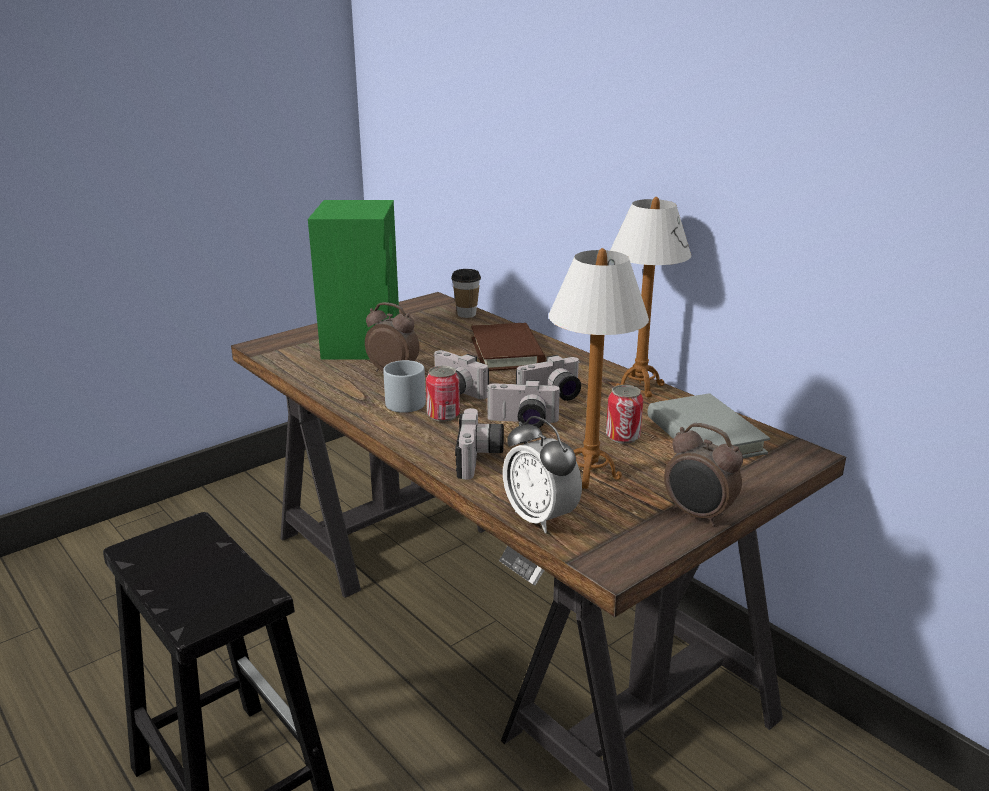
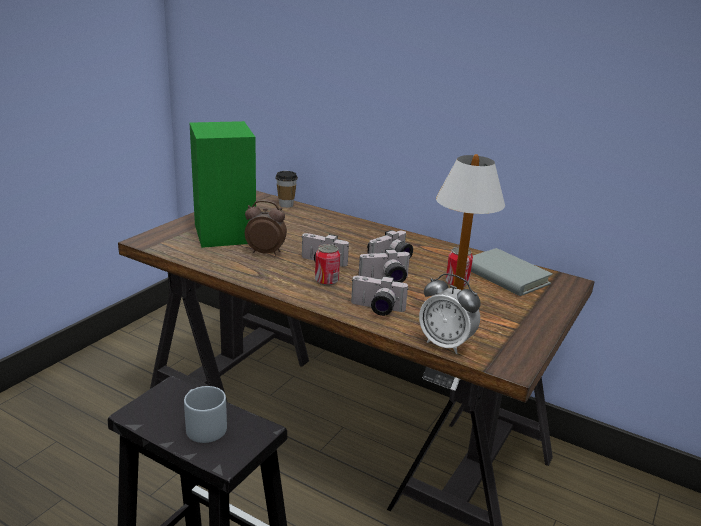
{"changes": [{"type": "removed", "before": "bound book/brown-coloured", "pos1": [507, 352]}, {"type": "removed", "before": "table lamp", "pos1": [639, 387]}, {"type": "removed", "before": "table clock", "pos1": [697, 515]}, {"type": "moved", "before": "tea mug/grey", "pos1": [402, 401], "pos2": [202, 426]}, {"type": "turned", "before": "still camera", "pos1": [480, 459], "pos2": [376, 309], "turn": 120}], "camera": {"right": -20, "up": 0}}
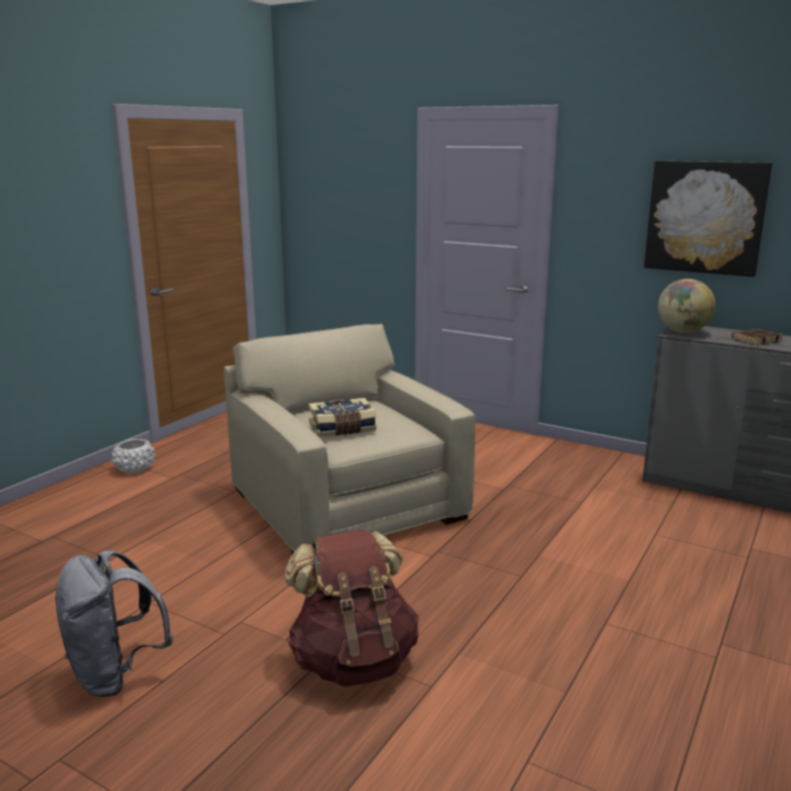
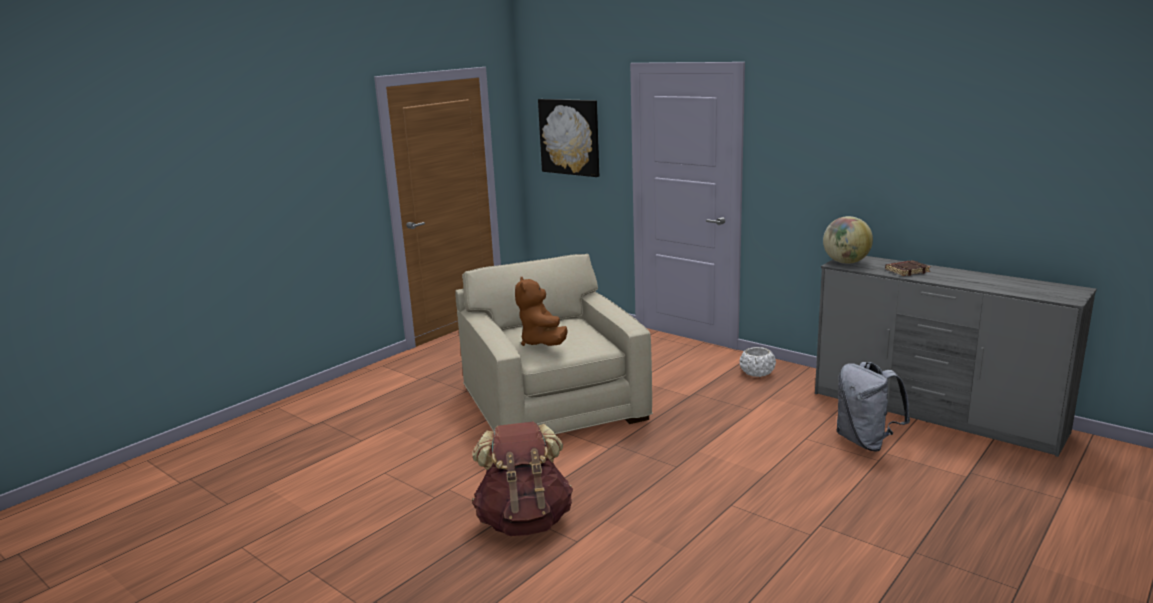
{"changes": [{"type": "moved", "before": "rucksack/grey", "pos1": [115, 674], "pos2": [866, 442]}, {"type": "moved", "before": "plant pot/white-coloured", "pos1": [135, 469], "pos2": [757, 373]}, {"type": "moved", "before": "picture", "pos1": [705, 217], "pos2": [570, 137]}, {"type": "replaced", "before": "bound book", "after": "plush toy/brown-coloured", "pos1": [343, 429], "pos2": [542, 343]}], "camera": {"right": 10, "up": 0}}
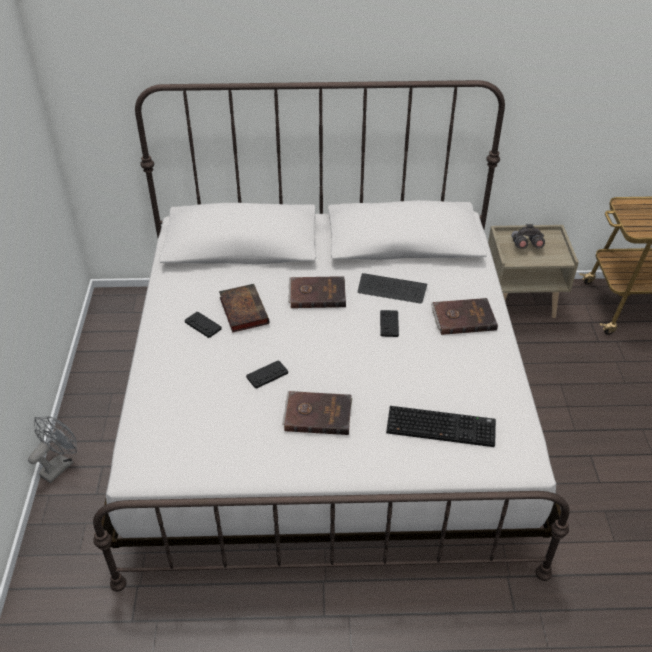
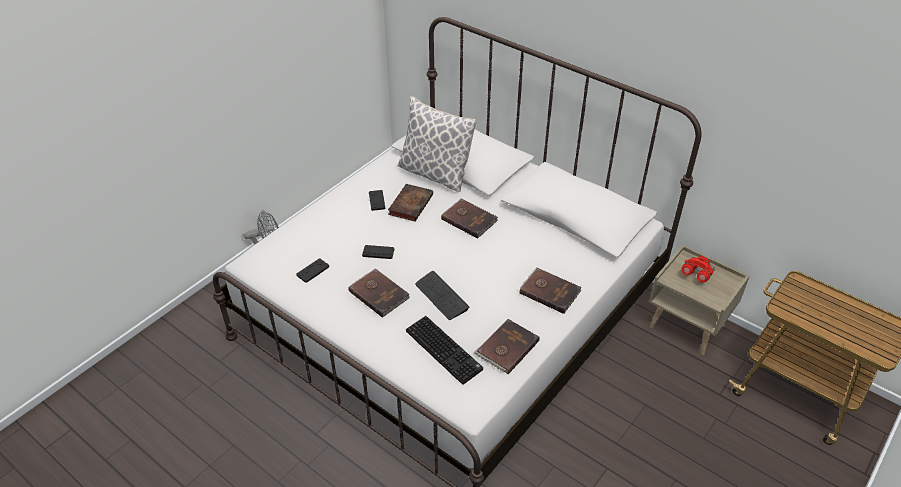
{"changes": [{"type": "added", "after": "cushion", "pos2": [435, 173]}, {"type": "added", "after": "bound book/brown-coloured", "pos2": [506, 348]}, {"type": "moved", "before": "keyboard", "pos1": [392, 289], "pos2": [441, 296]}, {"type": "moved", "before": "joypad/black", "pos1": [389, 324], "pos2": [313, 271]}, {"type": "recoloured", "before": "pair of binoculars/grey", "after": "pair of binoculars/red-coloured", "pos1": [525, 245], "pos2": [696, 275]}], "camera": {"right": 40, "up": 0}}
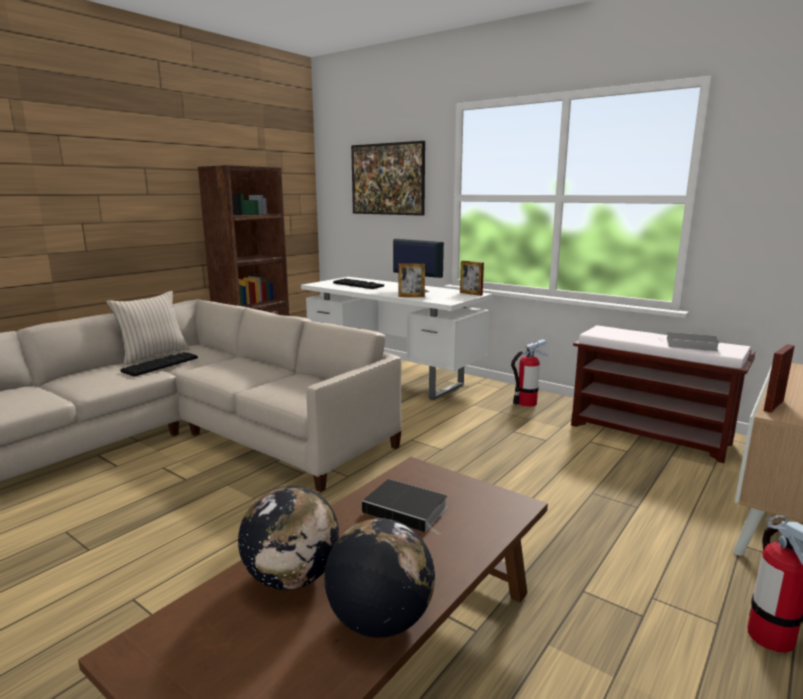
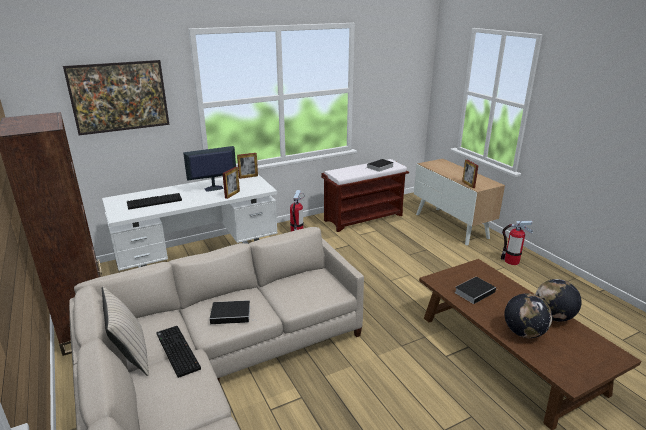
{"changes": [{"type": "added", "after": "bound book", "pos2": [232, 314]}], "camera": {"right": -65, "up": 10}}
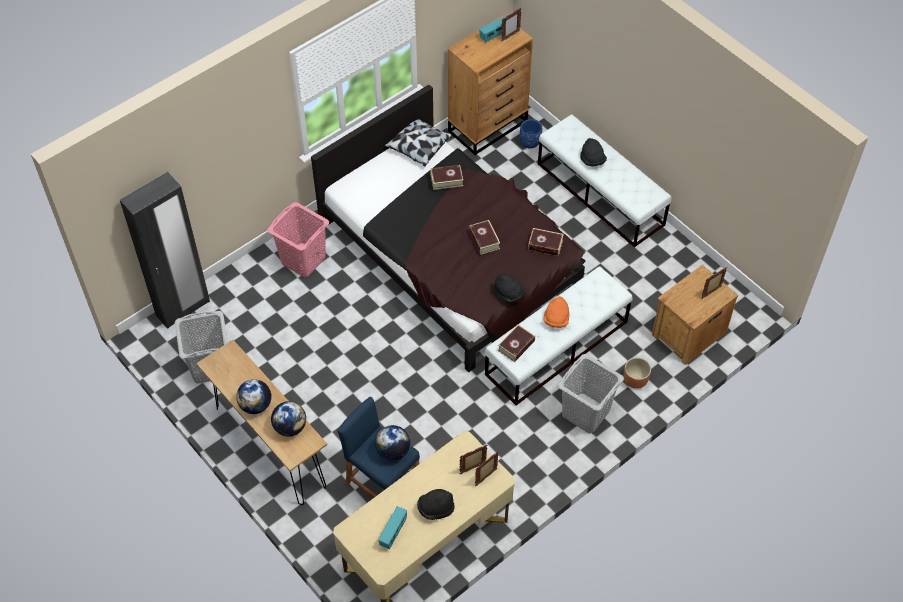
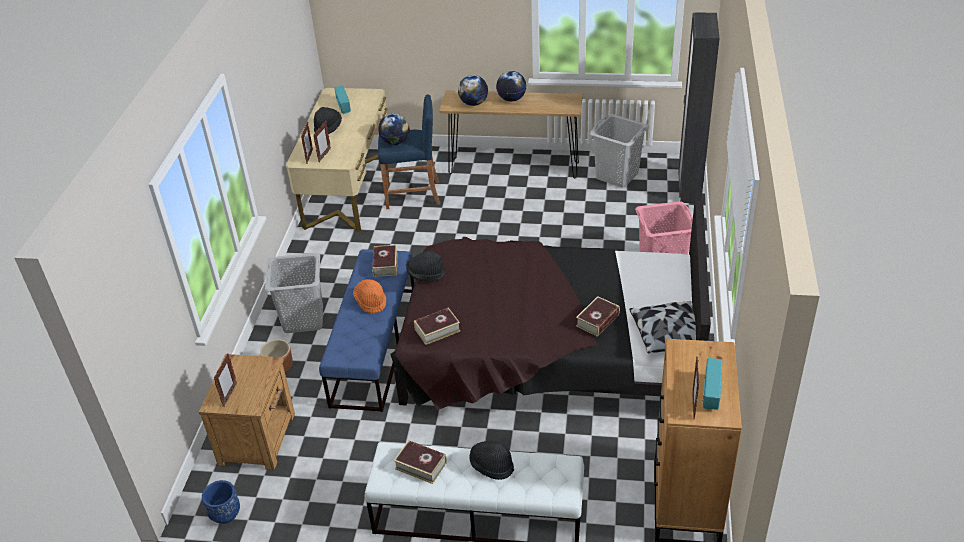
{"changes": [{"type": "moved", "before": "bound book", "pos1": [484, 240], "pos2": [421, 465]}, {"type": "moved", "before": "plant pot/blue", "pos1": [530, 142], "pos2": [225, 514]}, {"type": "recoloured", "before": "indoor bench/white-coloured", "after": "indoor bench/blue", "pos1": [557, 348], "pos2": [374, 346]}], "camera": {"right": 140, "up": -15}}
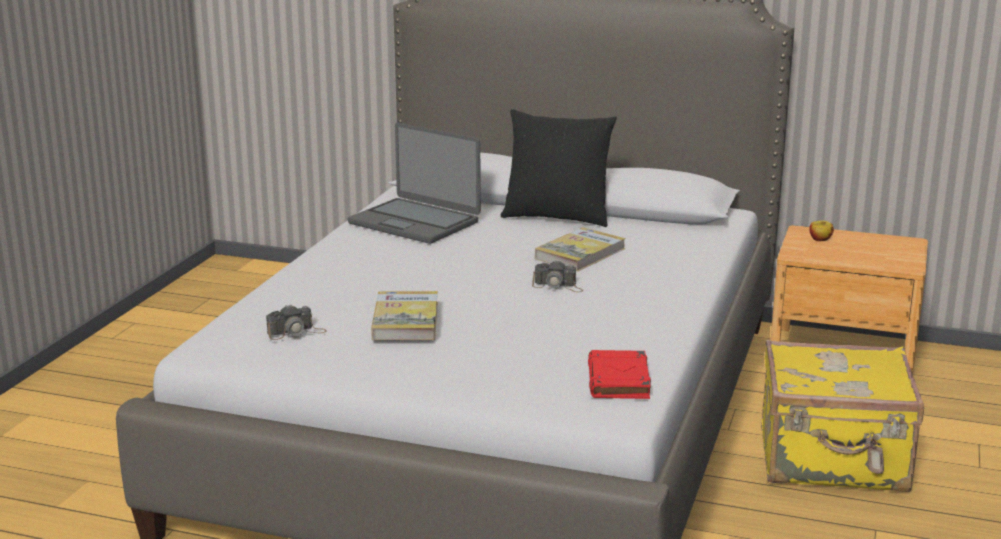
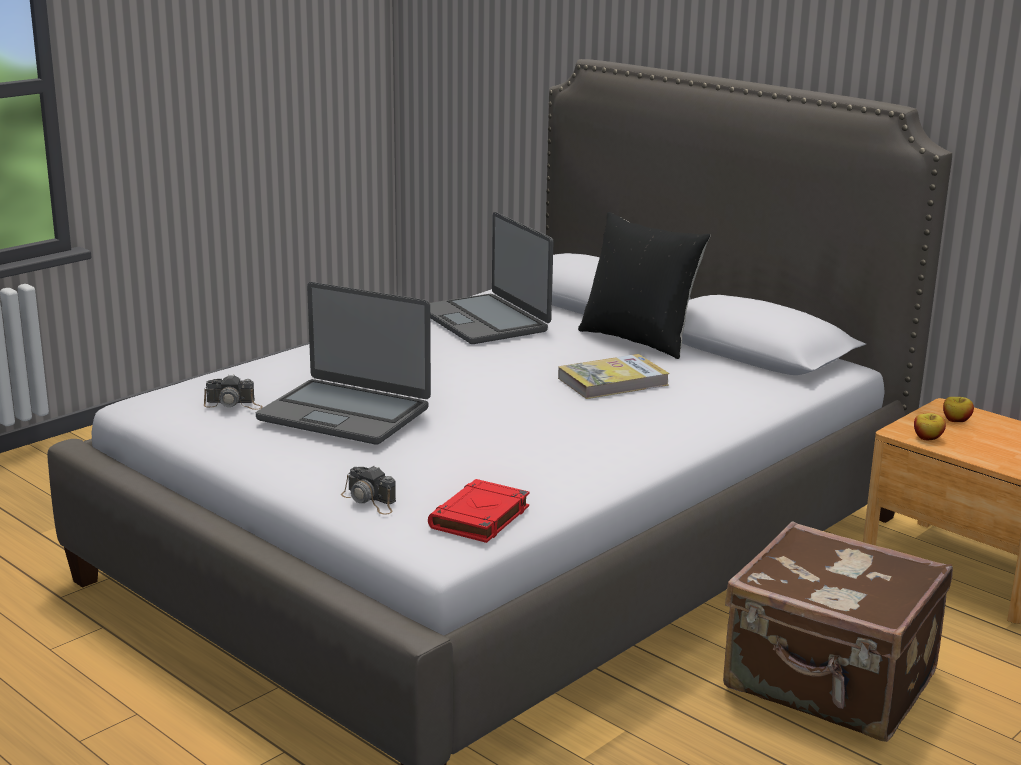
{"changes": [{"type": "added", "after": "apple", "pos2": [927, 438]}, {"type": "moved", "before": "still camera", "pos1": [558, 286], "pos2": [370, 500]}, {"type": "replaced", "before": "bound book", "after": "portable computer", "pos1": [405, 320], "pos2": [345, 413]}, {"type": "recoloured", "before": "suitcase/yellowish", "after": "suitcase/brown-coloured", "pos1": [833, 461], "pos2": [830, 684]}], "camera": {"right": 25, "up": 0}}
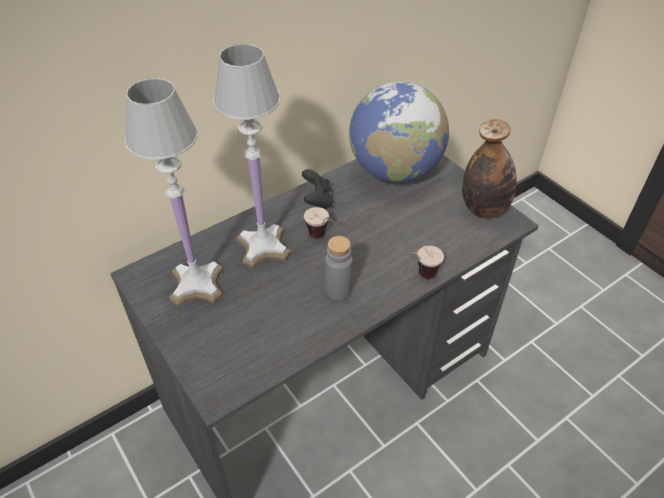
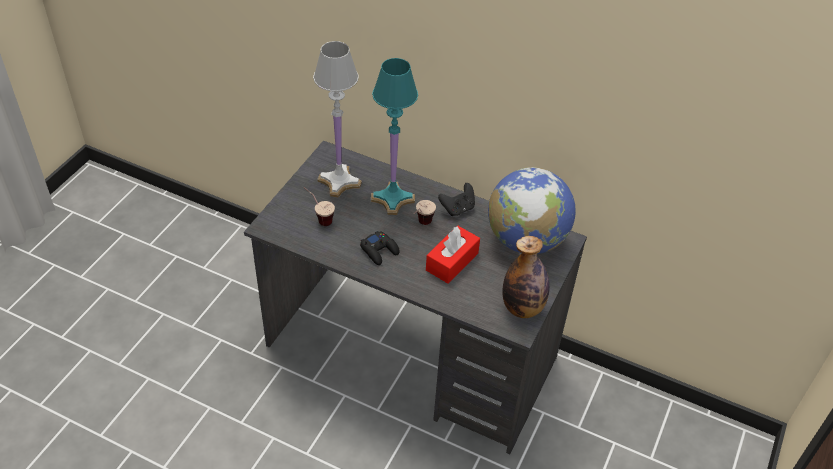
{"changes": [{"type": "added", "after": "tissue box/red-coloured", "pos2": [452, 261]}, {"type": "moved", "before": "small cup", "pos1": [418, 276], "pos2": [319, 218]}, {"type": "replaced", "before": "beverage bottle/grey", "after": "joypad/black", "pos1": [338, 290], "pos2": [379, 251]}, {"type": "recoloured", "before": "table lamp/white-coloured", "after": "table lamp/turquoise", "pos1": [264, 246], "pos2": [393, 199]}], "camera": {"right": 60, "up": 0}}
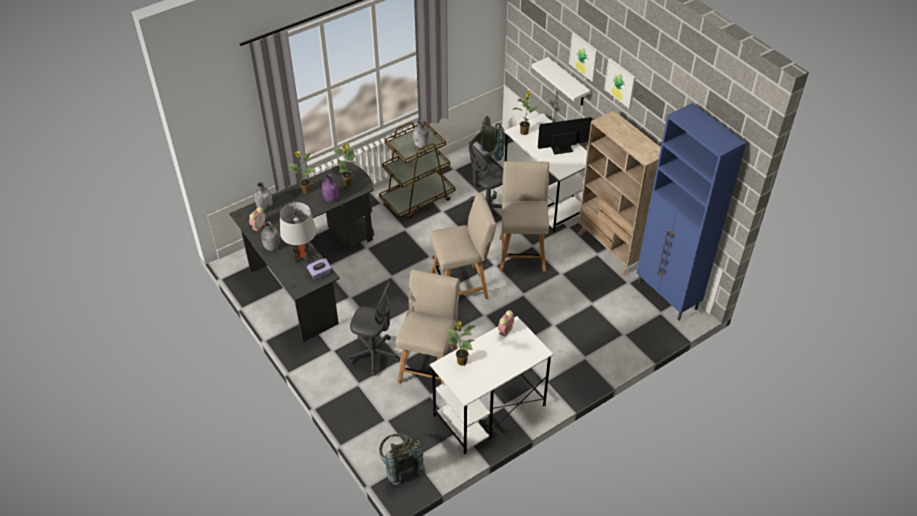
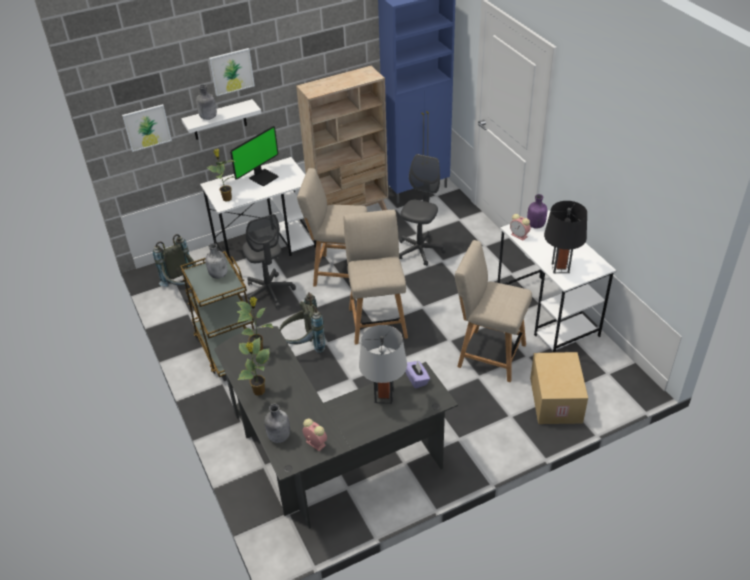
{"changes": [{"type": "added", "after": "cardboard box", "pos2": [554, 400]}, {"type": "moved", "before": "beverage bottle/grey", "pos1": [272, 247], "pos2": [208, 118]}, {"type": "moved", "before": "beverage bottle/purple", "pos1": [331, 198], "pos2": [535, 225]}, {"type": "moved", "before": "desk chair/grey", "pos1": [374, 355], "pos2": [420, 251]}, {"type": "moved", "before": "rucksack/grey", "pos1": [400, 465], "pos2": [303, 345]}, {"type": "moved", "before": "picture", "pos1": [620, 82], "pos2": [147, 127]}, {"type": "replaced", "before": "plant in a pot", "after": "table lamp/black", "pos1": [461, 361], "pos2": [560, 268]}, {"type": "turned", "before": "computer display", "pos1": [560, 148], "pos2": [263, 177], "turn": -135}], "camera": {"right": -80, "up": -5}}
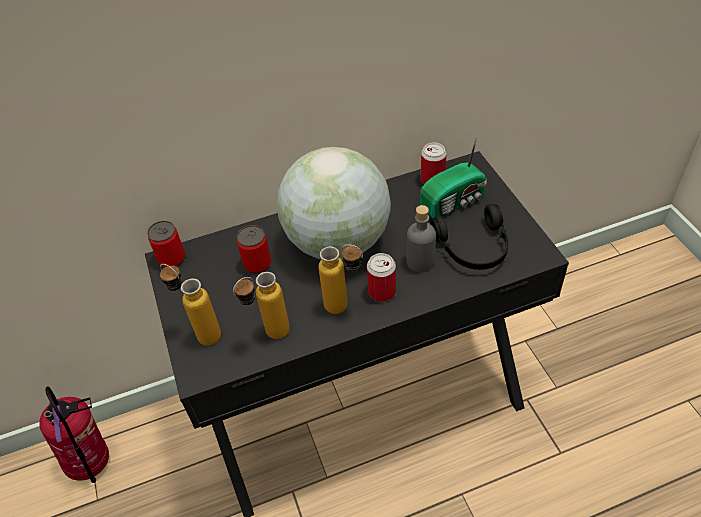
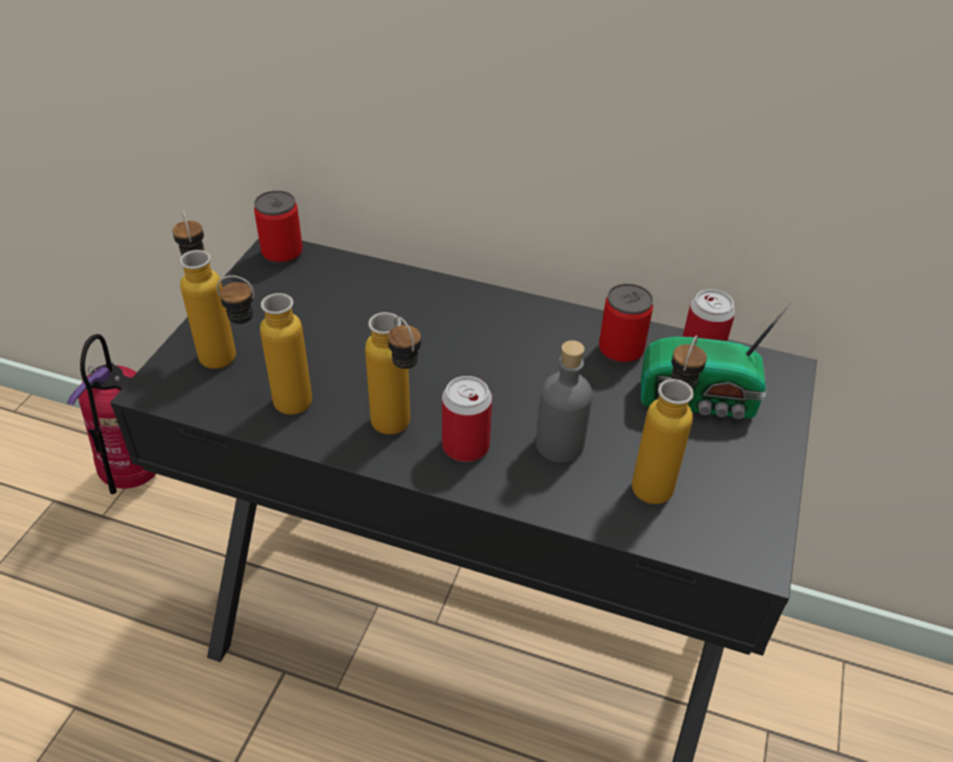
{"changes": [{"type": "removed", "before": "world globe", "pos1": [337, 242]}, {"type": "moved", "before": "sealed can", "pos1": [257, 264], "pos2": [620, 350]}, {"type": "replaced", "before": "headphones/black", "after": "beverage bottle", "pos1": [473, 248], "pos2": [657, 477]}], "camera": {"right": 35, "up": -5}}
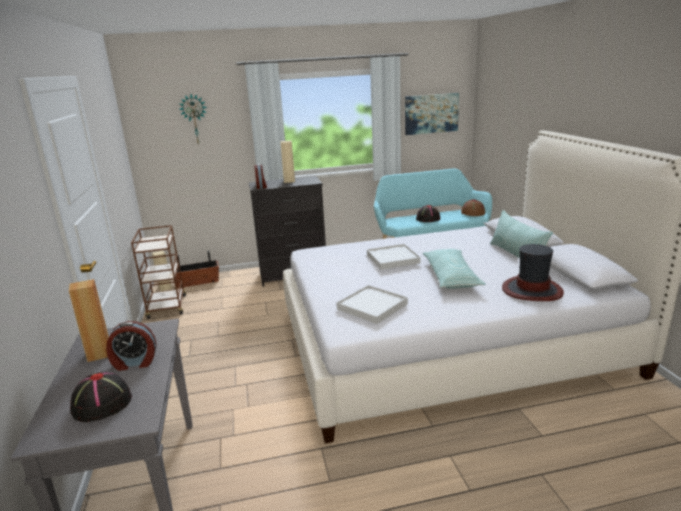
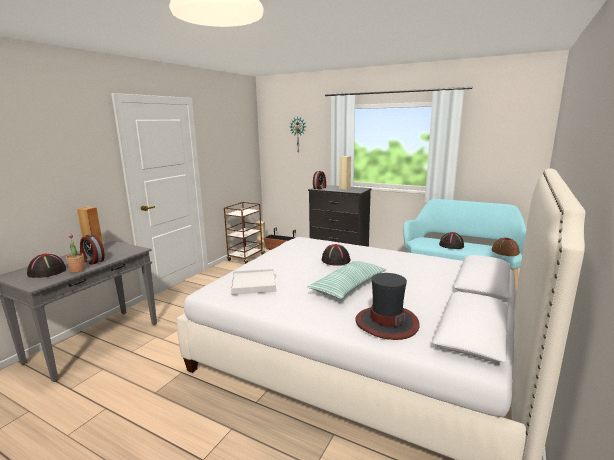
{"changes": [{"type": "removed", "before": "picture", "pos1": [431, 113]}, {"type": "removed", "before": "cushion", "pos1": [517, 255]}, {"type": "added", "after": "plant in a pot", "pos2": [77, 270]}, {"type": "replaced", "before": "carrying tray/white-coloured", "after": "wearable hat/black", "pos1": [392, 259], "pos2": [335, 260]}], "camera": {"right": 40, "up": -5}}
